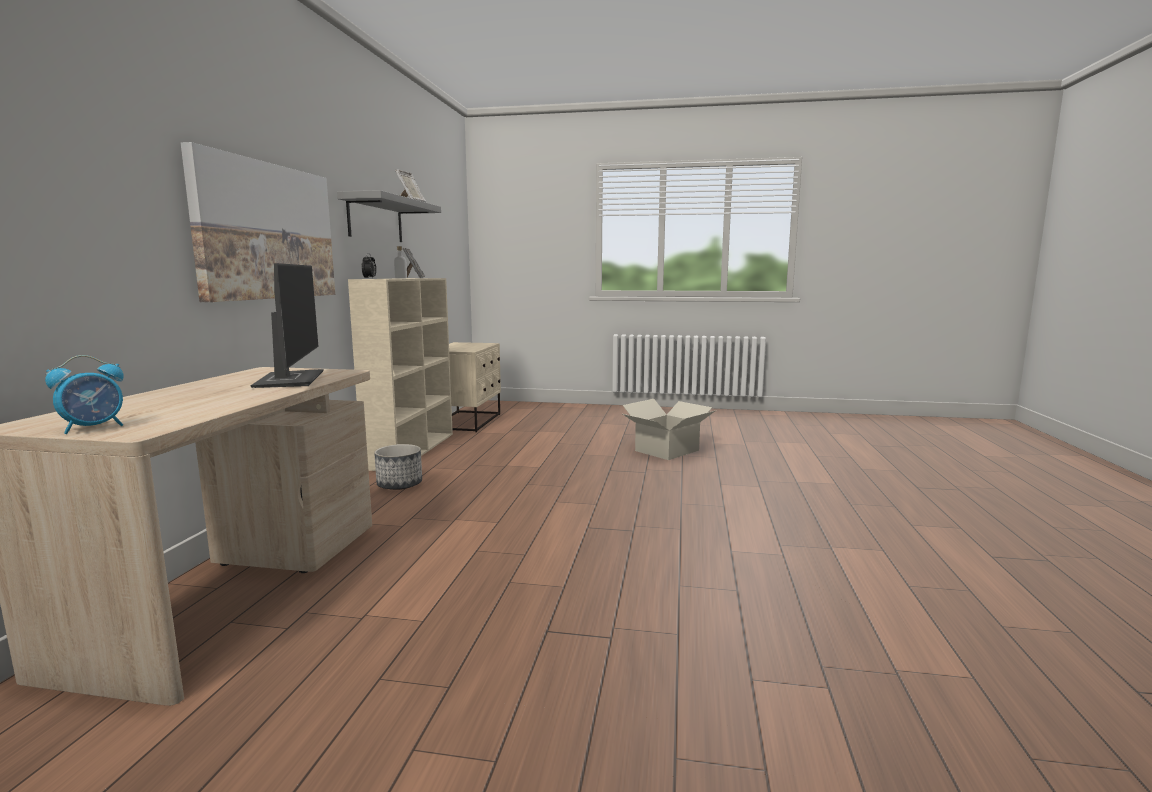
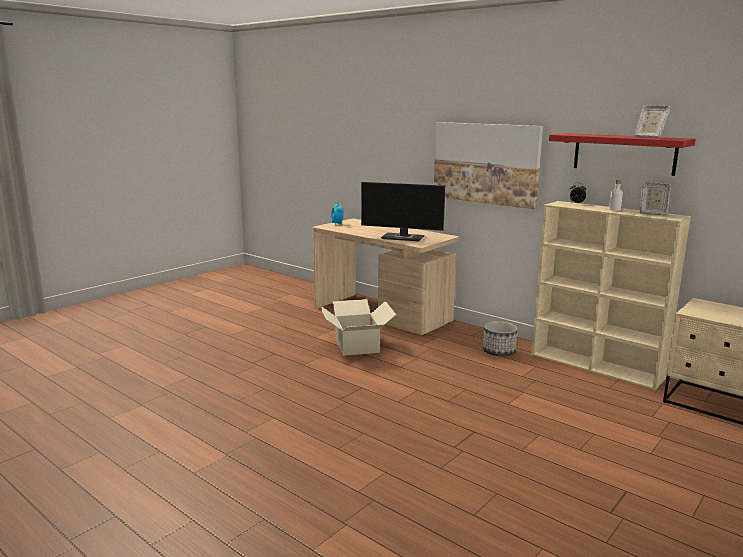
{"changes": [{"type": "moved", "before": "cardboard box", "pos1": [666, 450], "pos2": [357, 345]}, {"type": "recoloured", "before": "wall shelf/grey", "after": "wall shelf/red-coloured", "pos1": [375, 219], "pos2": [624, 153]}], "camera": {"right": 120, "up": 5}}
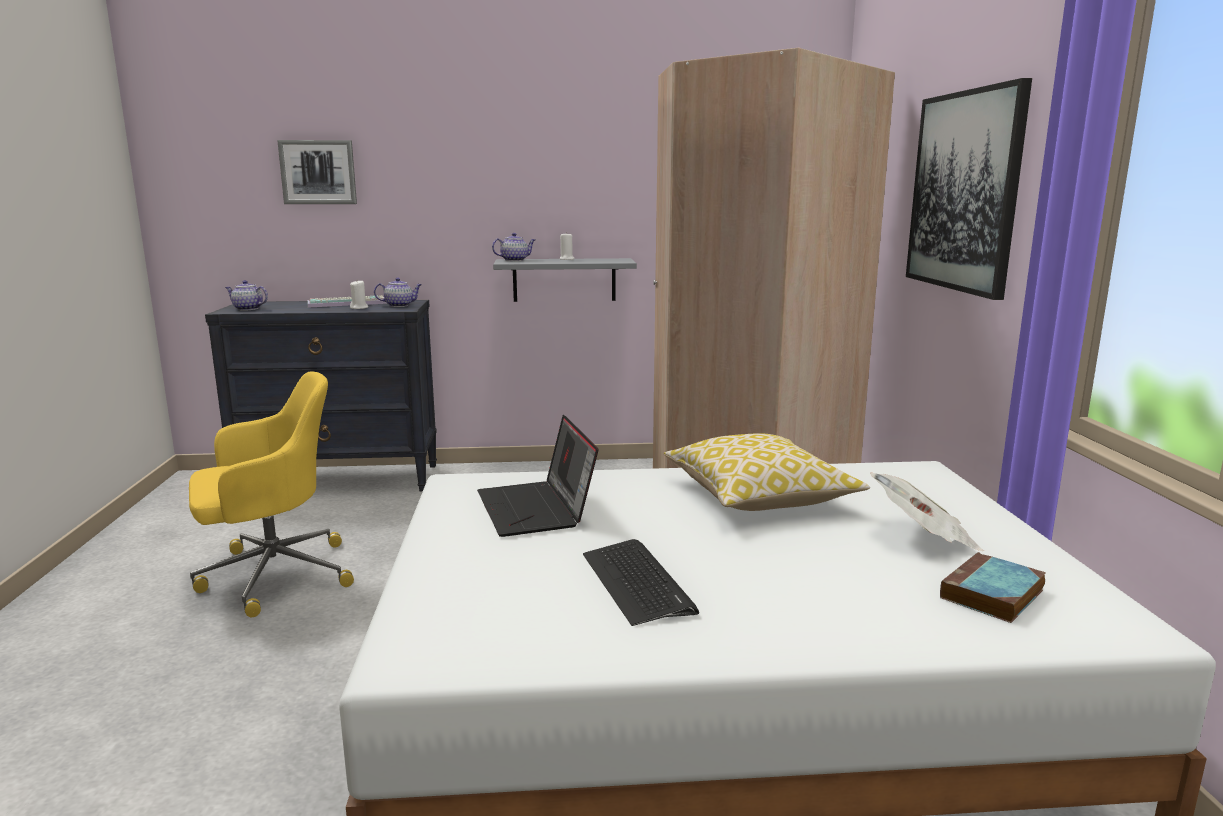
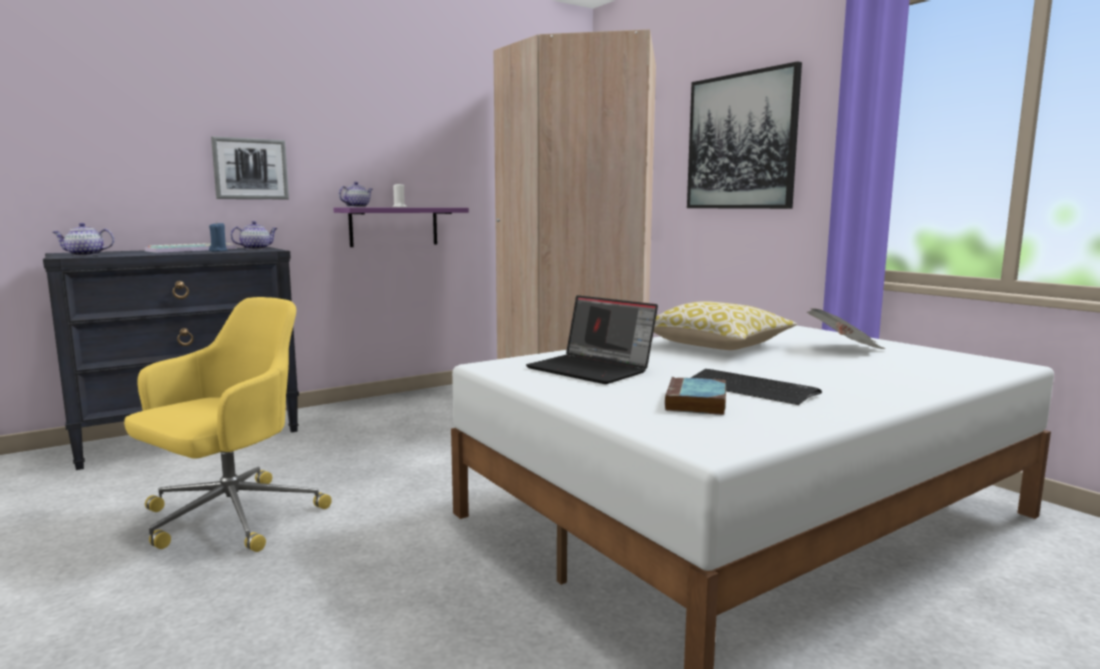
{"changes": [{"type": "moved", "before": "picture", "pos1": [318, 172], "pos2": [250, 169]}, {"type": "moved", "before": "bound book", "pos1": [992, 595], "pos2": [696, 403]}, {"type": "recoloured", "before": "wax light/white-coloured", "after": "wax light/blue", "pos1": [359, 308], "pos2": [218, 251]}, {"type": "recoloured", "before": "wall shelf/grey", "after": "wall shelf/purple", "pos1": [564, 280], "pos2": [394, 226]}], "camera": {"right": -30, "up": -5}}
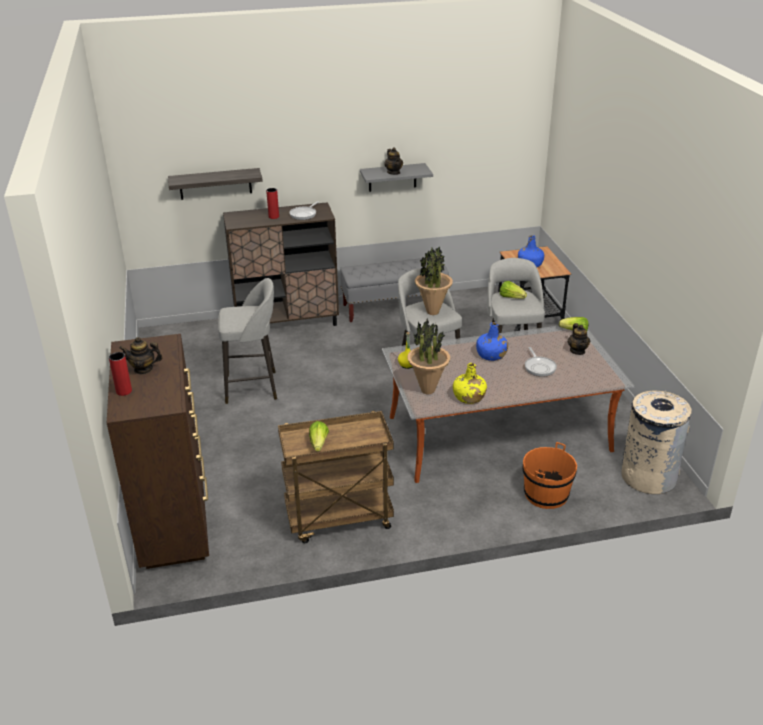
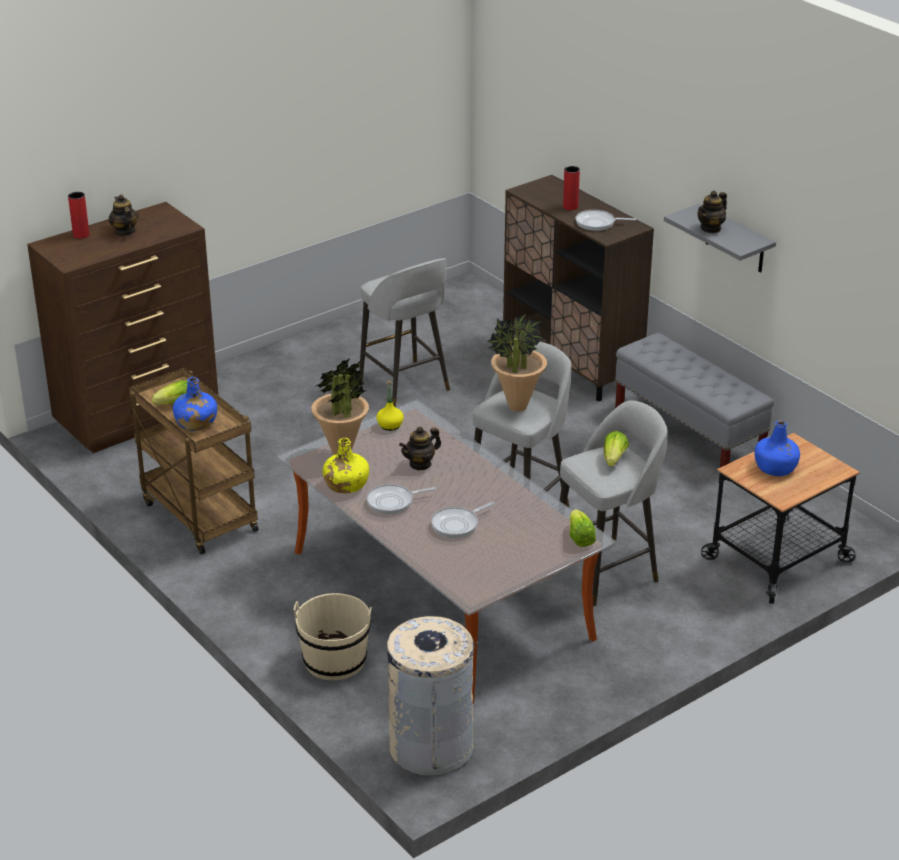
{"changes": [{"type": "removed", "before": "wall shelf", "pos1": [215, 184]}, {"type": "added", "after": "skillet", "pos2": [393, 502]}, {"type": "moved", "before": "beverage bottle/blue", "pos1": [491, 355], "pos2": [195, 423]}, {"type": "moved", "before": "teapot", "pos1": [577, 351], "pos2": [420, 464]}, {"type": "recoloured", "before": "pail/orange-coloured", "after": "pail/sand-coloured", "pos1": [546, 494], "pos2": [334, 660]}], "camera": {"right": 65, "up": 0}}
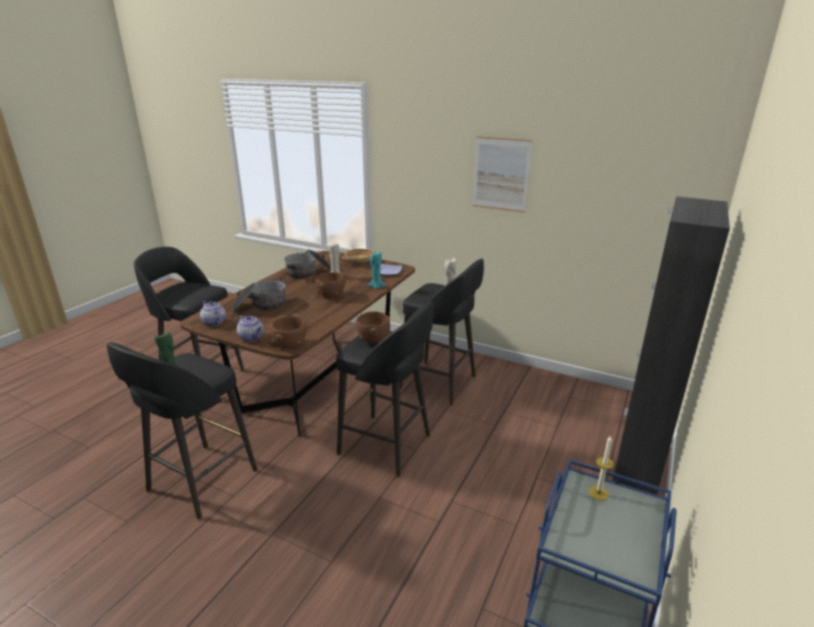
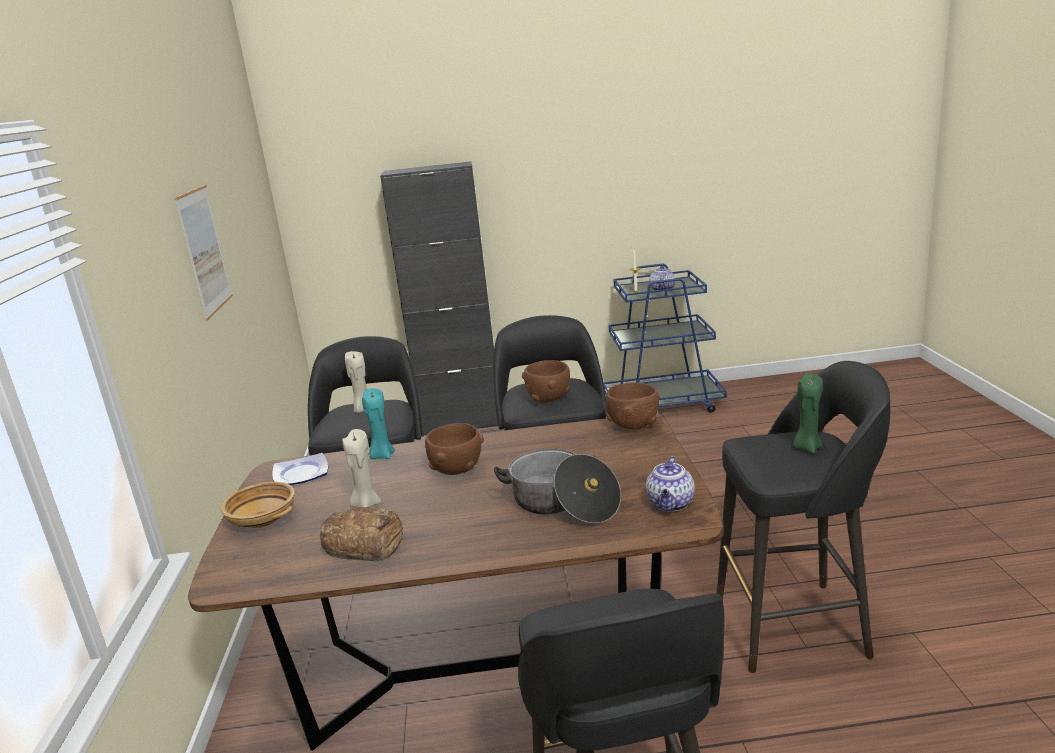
{"changes": [{"type": "moved", "before": "teapot", "pos1": [252, 338], "pos2": [662, 289]}, {"type": "replaced", "before": "saucepot", "after": "bakery bread", "pos1": [308, 272], "pos2": [364, 543]}], "camera": {"right": -120, "up": -5}}
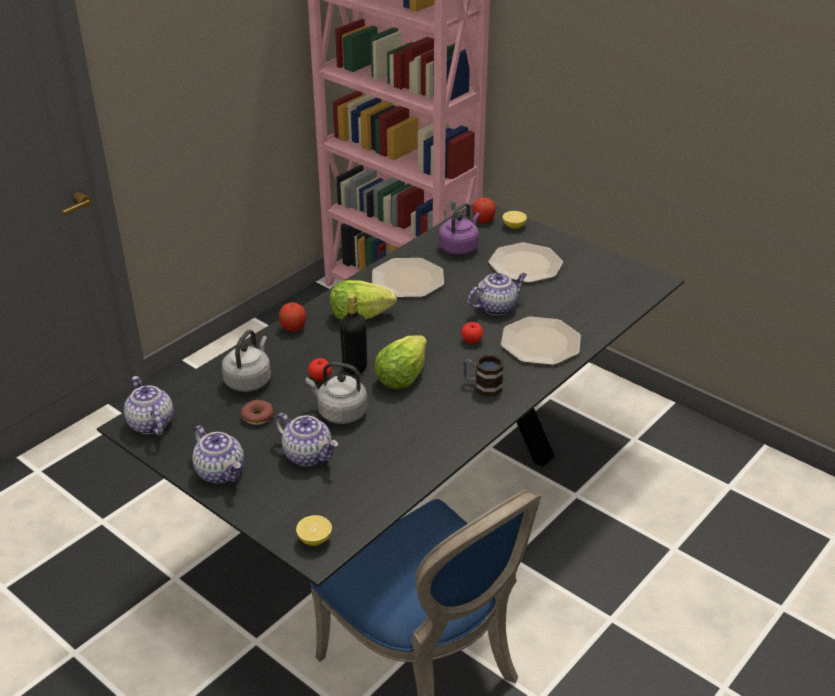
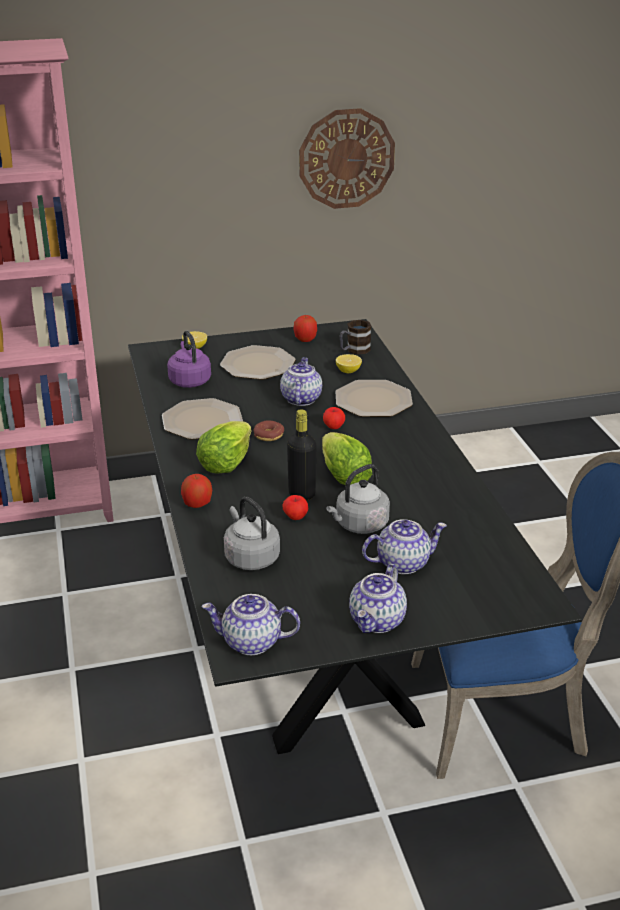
{"changes": [{"type": "added", "after": "wall clock", "pos2": [346, 158]}, {"type": "moved", "before": "donut", "pos1": [257, 417], "pos2": [268, 435]}, {"type": "moved", "before": "citrus fruit", "pos1": [314, 539], "pos2": [348, 371]}, {"type": "moved", "before": "tea mug", "pos1": [482, 386], "pos2": [354, 350]}, {"type": "moved", "before": "apple", "pos1": [483, 220], "pos2": [305, 339]}, {"type": "turned", "before": "teapot", "pos1": [221, 472], "pos2": [377, 621], "turn": 120}], "camera": {"right": -55, "up": -5}}
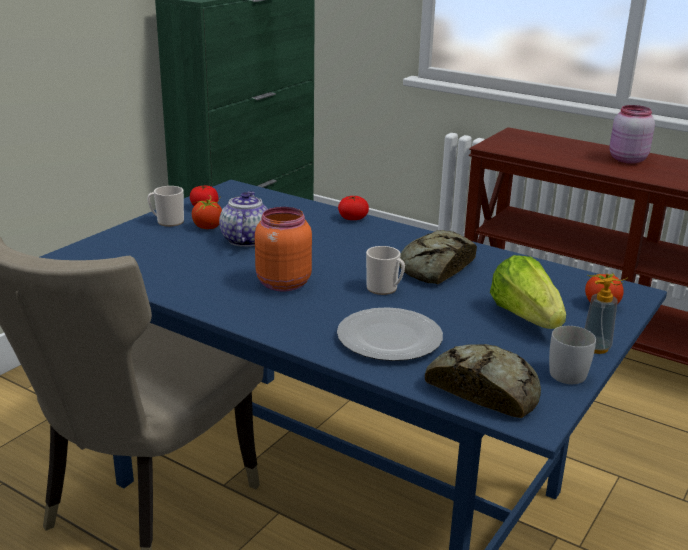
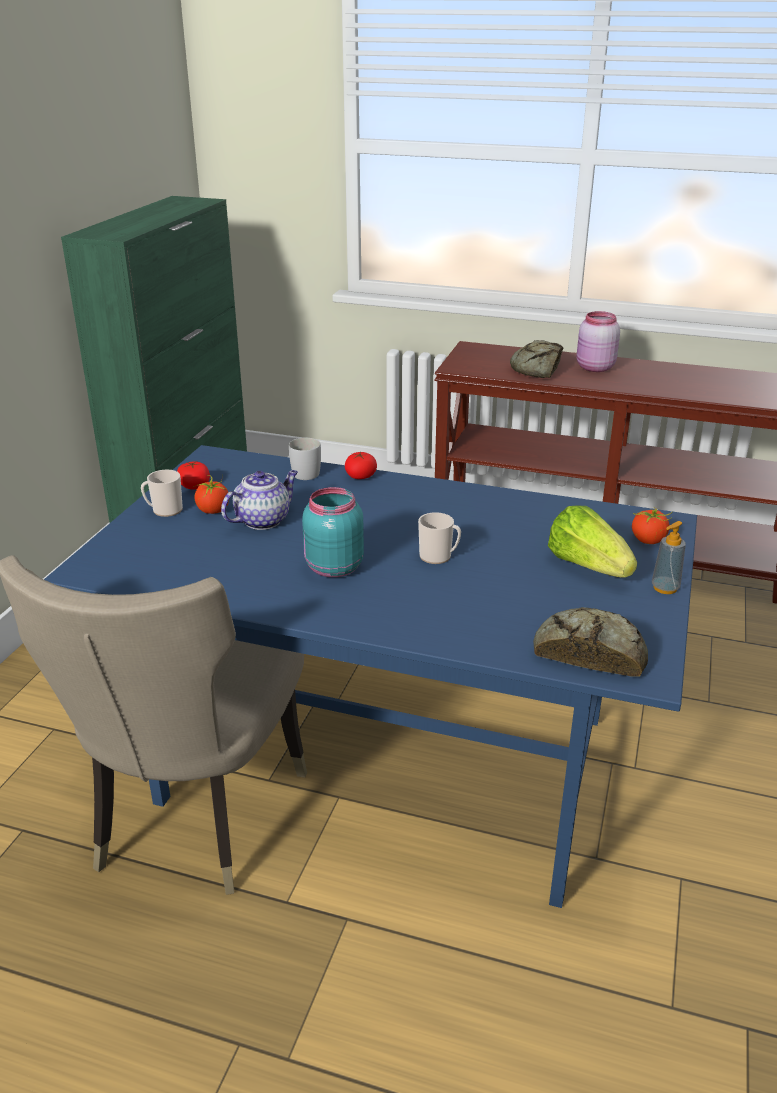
{"changes": [{"type": "removed", "before": "plate", "pos1": [391, 338]}, {"type": "moved", "before": "bakery bread", "pos1": [435, 268], "pos2": [537, 369]}, {"type": "moved", "before": "tea mug/white-coloured", "pos1": [569, 371], "pos2": [307, 472]}, {"type": "recoloured", "before": "jar/orange-coloured", "after": "jar/turquoise", "pos1": [282, 284], "pos2": [332, 568]}, {"type": "turned", "before": "teapot", "pos1": [245, 239], "pos2": [263, 520], "turn": 60}], "camera": {"right": -15, "up": 5}}
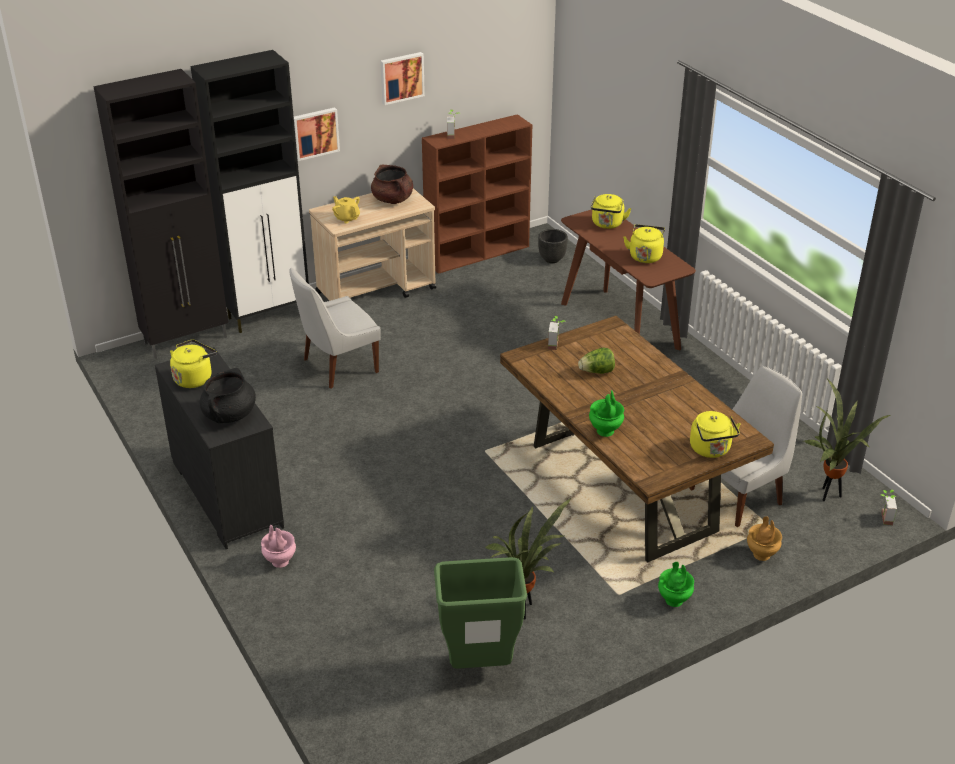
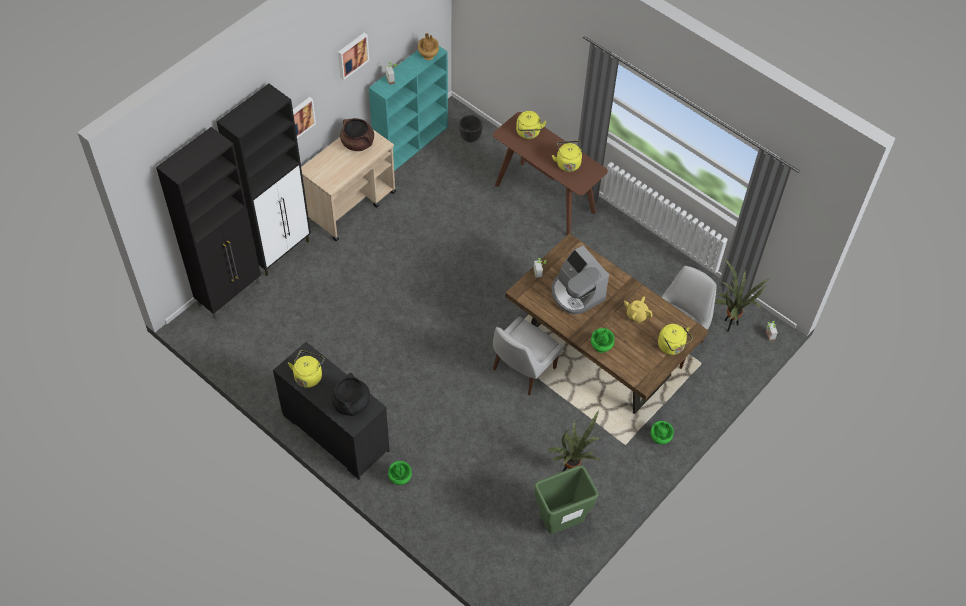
{"changes": [{"type": "moved", "before": "plain chair/white-coloured", "pos1": [337, 367], "pos2": [522, 370]}, {"type": "moved", "before": "teapot/yellowish", "pos1": [347, 218], "pos2": [636, 315]}, {"type": "moved", "before": "flower vase/brown-coloured", "pos1": [762, 555], "pos2": [428, 56]}, {"type": "replaced", "before": "head of lettuce", "after": "coffee machine", "pos1": [597, 372], "pos2": [576, 293]}, {"type": "recoloured", "before": "flower vase/pinkish", "after": "flower vase/green", "pos1": [279, 561], "pos2": [400, 479]}, {"type": "recoloured", "before": "bookcase/brown-coloured", "after": "bookcase/turquoise", "pos1": [478, 253], "pos2": [411, 144]}], "camera": {"right": -20, "up": 20}}
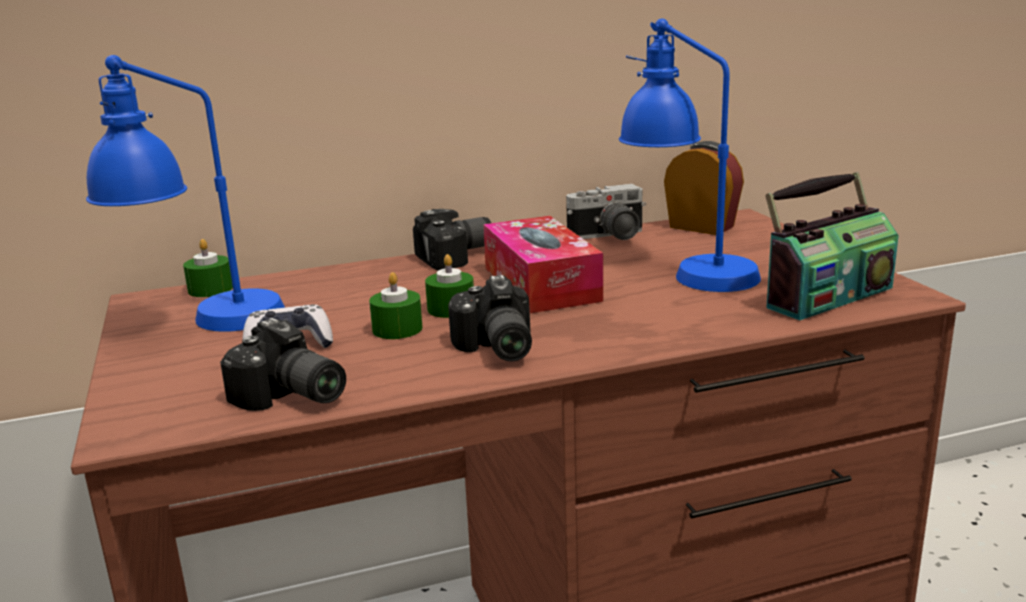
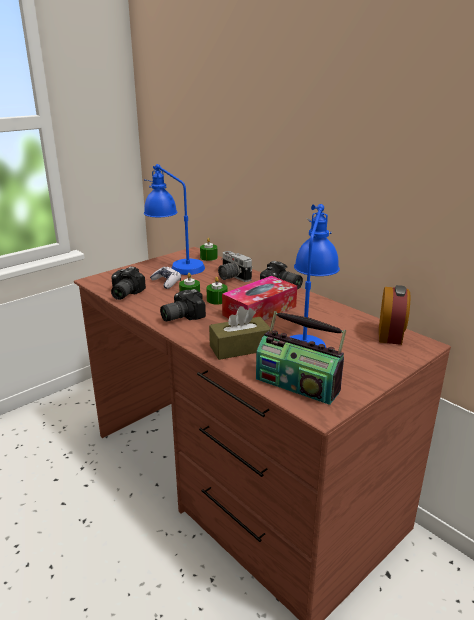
{"changes": [{"type": "added", "after": "tissue box/brown-coloured", "pos2": [240, 348]}, {"type": "moved", "before": "still camera", "pos1": [609, 237], "pos2": [231, 277]}], "camera": {"right": 65, "up": 5}}
